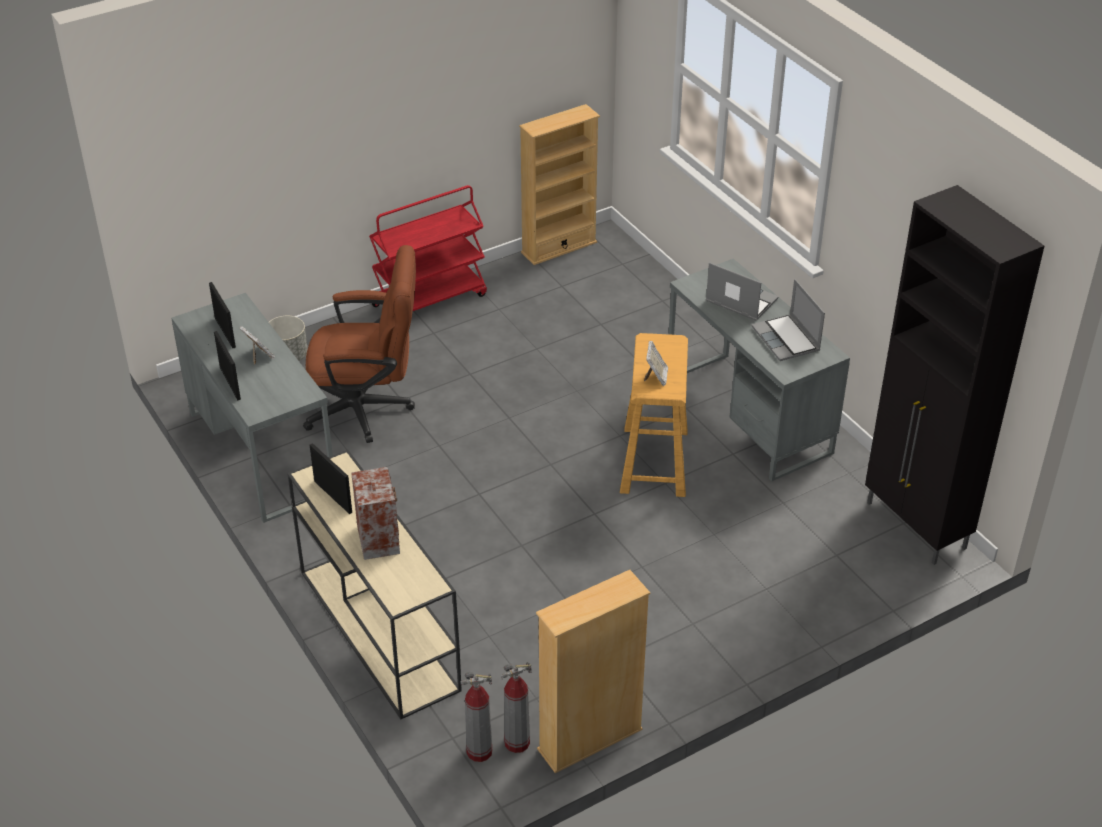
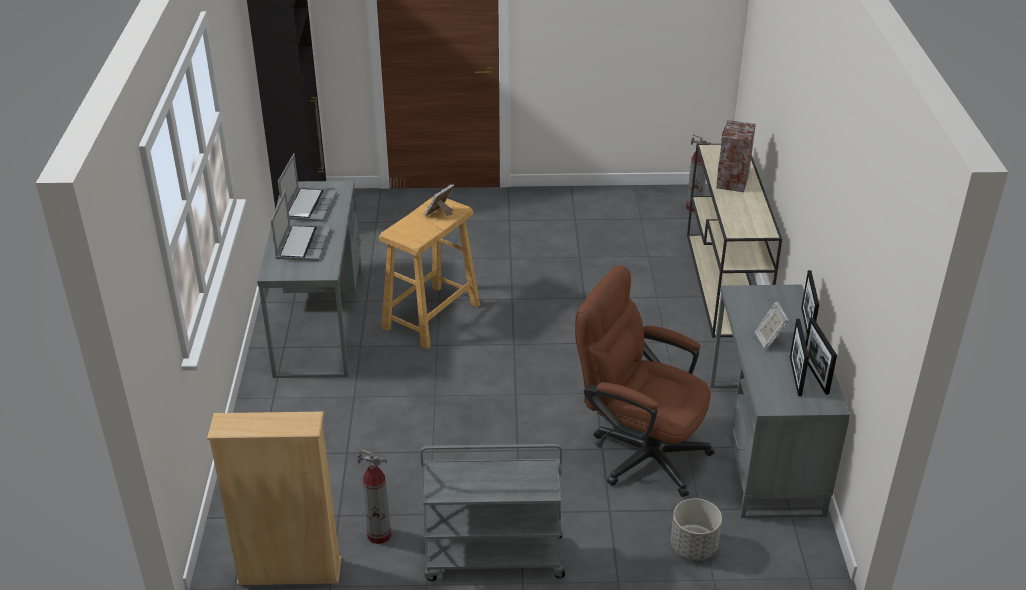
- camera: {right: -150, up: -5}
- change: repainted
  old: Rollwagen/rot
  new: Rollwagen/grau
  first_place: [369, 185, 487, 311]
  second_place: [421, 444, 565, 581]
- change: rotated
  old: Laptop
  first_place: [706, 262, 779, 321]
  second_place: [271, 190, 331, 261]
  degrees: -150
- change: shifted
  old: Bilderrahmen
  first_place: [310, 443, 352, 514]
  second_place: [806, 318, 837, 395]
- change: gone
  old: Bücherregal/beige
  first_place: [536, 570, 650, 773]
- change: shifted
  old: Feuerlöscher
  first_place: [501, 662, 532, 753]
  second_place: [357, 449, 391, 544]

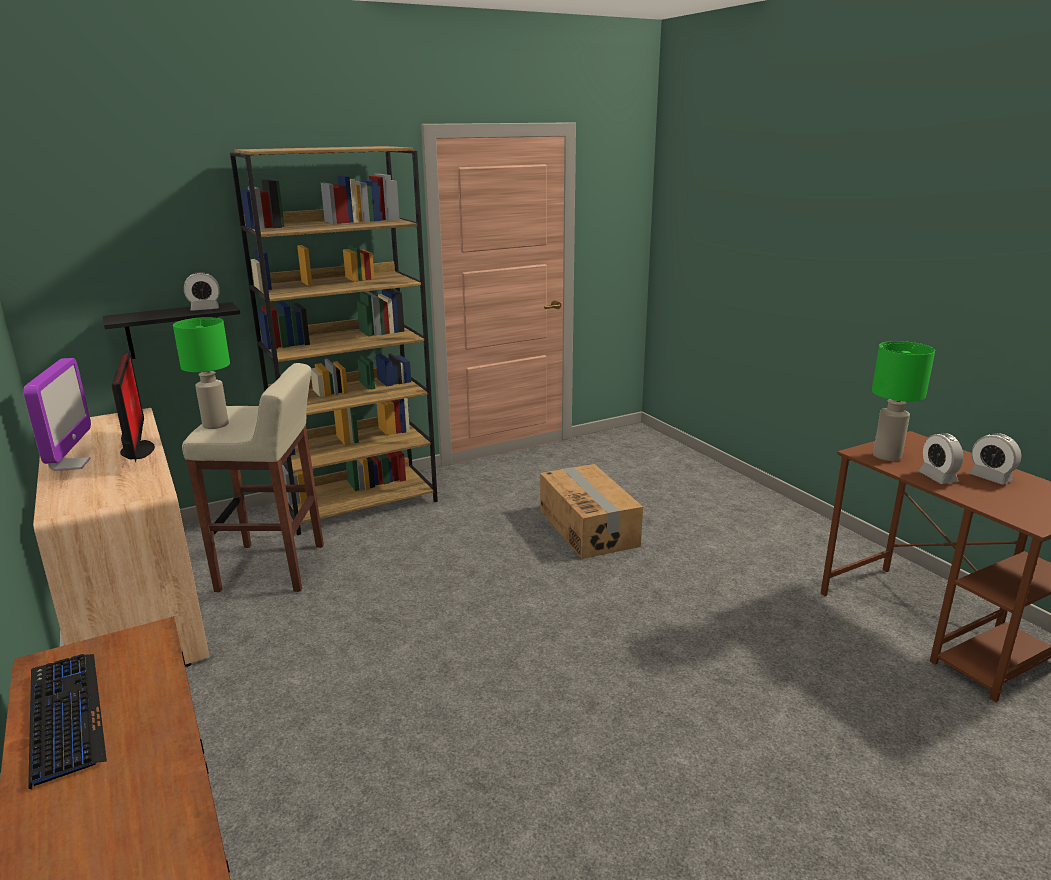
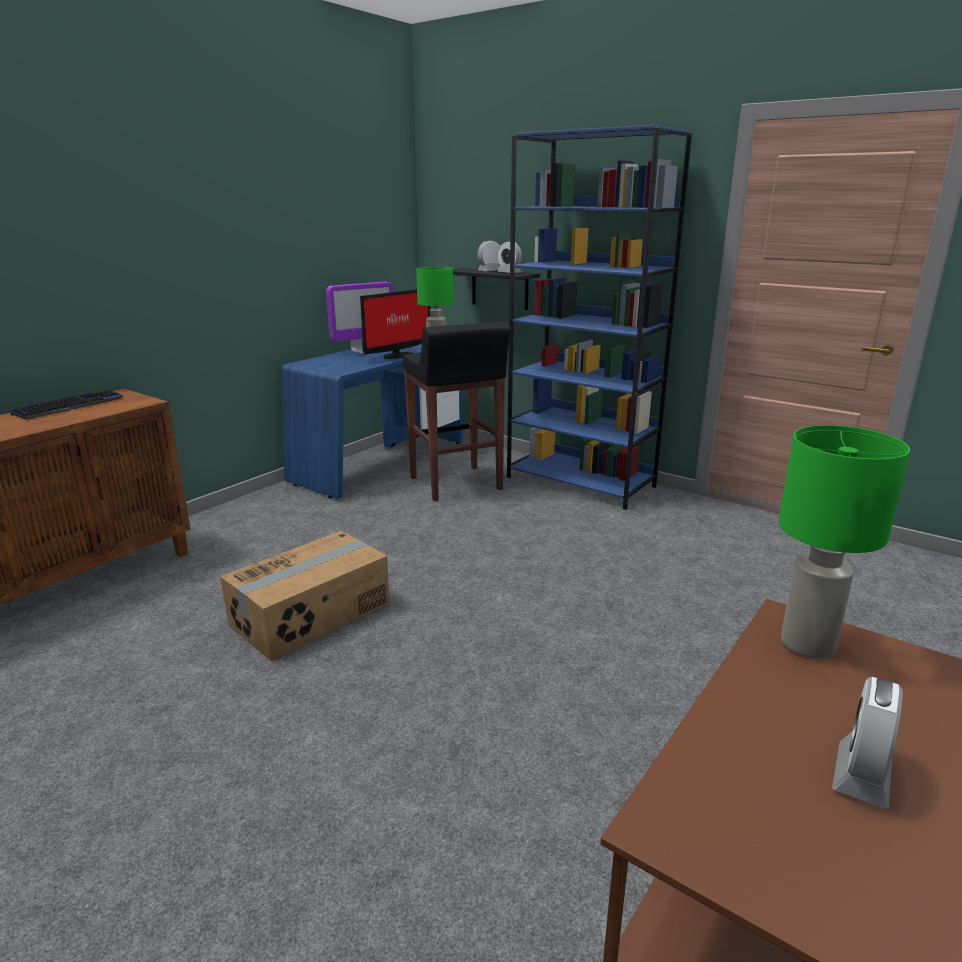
- camera: {right: 65, up: 0}
- change: repainted
  old: Bücherregal/braun
  new: Bücherregal/blau
  first_place: [230, 146, 438, 535]
  second_place: [507, 125, 692, 510]
- change: repainted
  old: Hocker/beige
  new: Hocker/schwarz
  first_place: [182, 363, 324, 592]
  second_place: [403, 322, 511, 502]
- change: repainted
  old: Schreibtisch/beige
  new: Schreibtisch/blau
  first_place: [33, 408, 210, 667]
  second_place: [282, 344, 463, 499]
- change: shifted
  old: Wecker
  first_place: [918, 433, 963, 484]
  second_place: [477, 240, 500, 271]
- change: shifted
  old: Karton
  first_place: [540, 464, 643, 559]
  second_place: [220, 531, 389, 661]

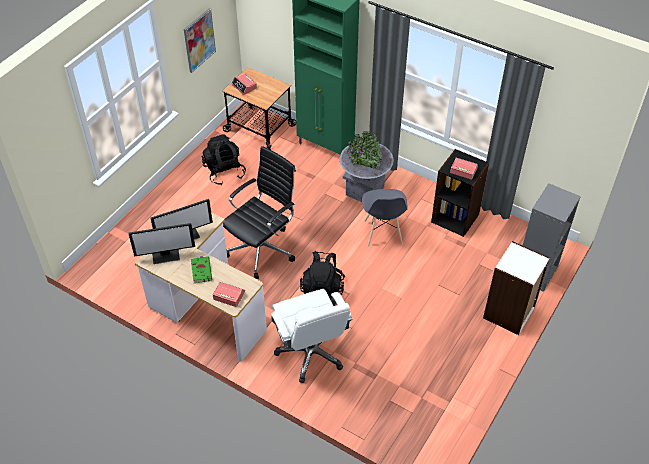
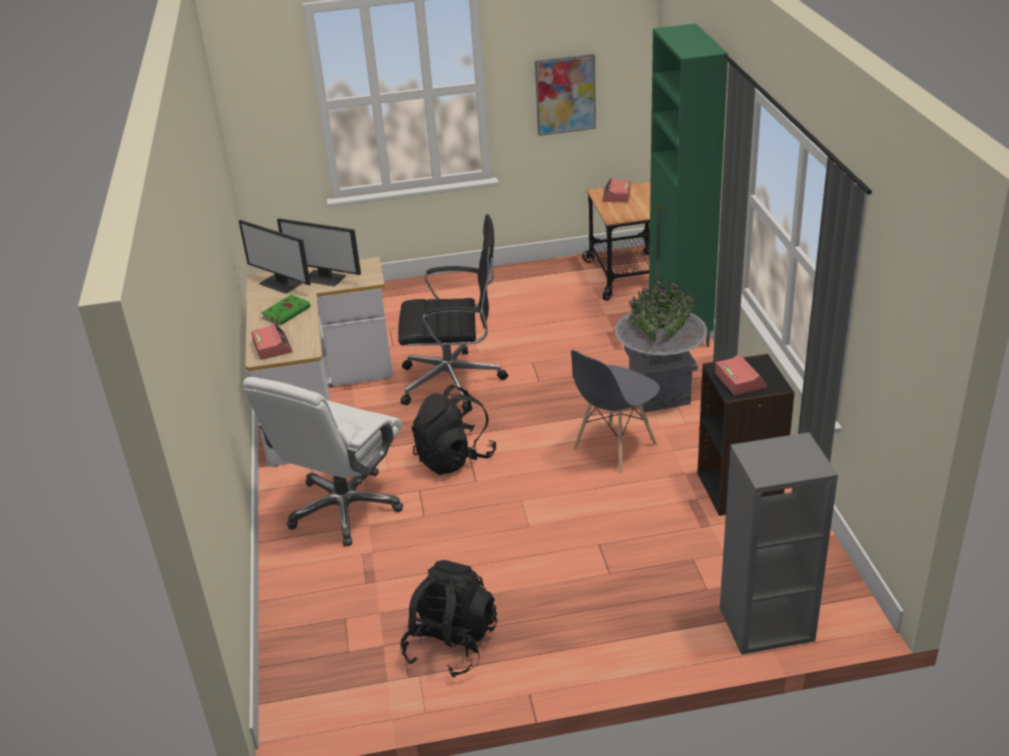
- camera: {right: 50, up: -15}
- change: shifted
  old: Rucksack/schwarz
  first_place: [202, 134, 246, 185]
  second_place: [401, 560, 497, 677]
- change: gone
  old: Bücherregal/weiß
  first_place: [483, 241, 550, 335]

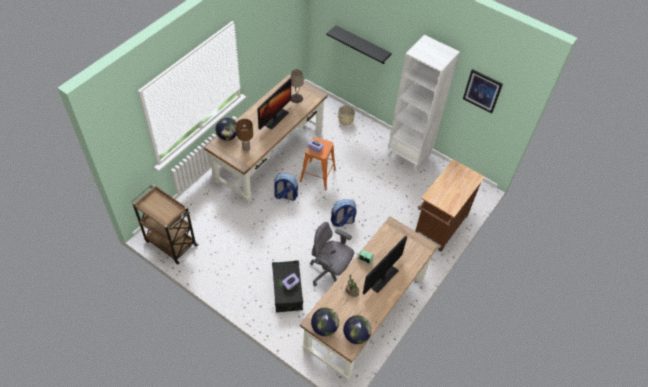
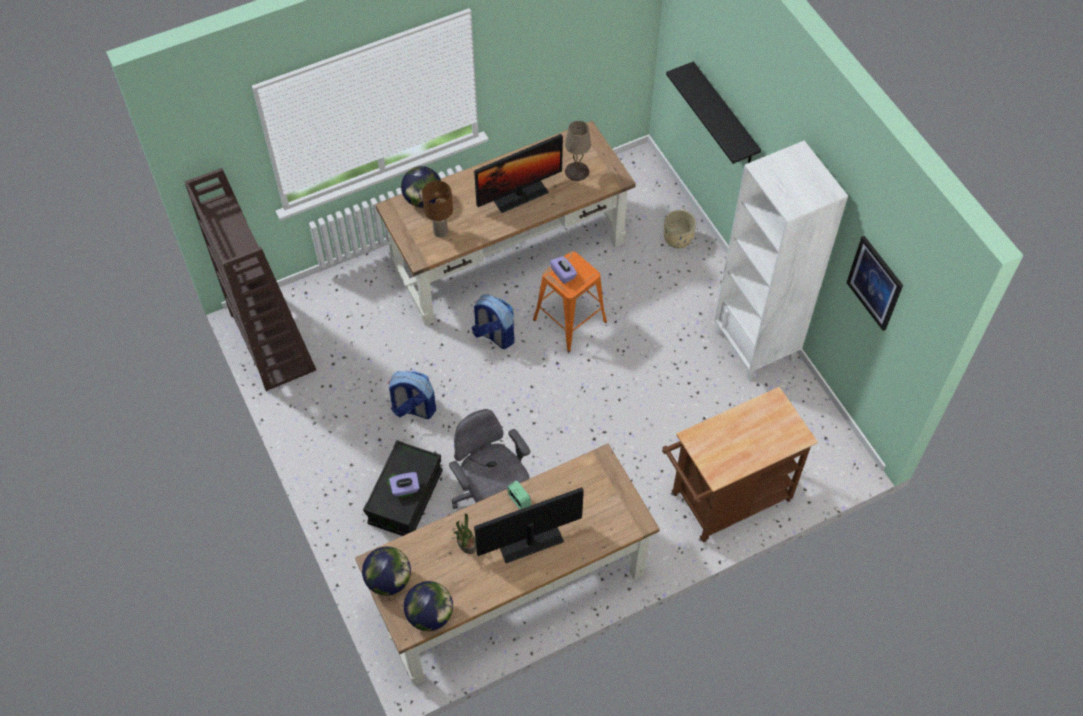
- camera: {right: 30, up: 5}
- change: swapped
  old: Rollwagen/braun
  new: Bücherregal/braun
  first_place: [131, 185, 198, 264]
  second_place: [185, 168, 316, 391]
- change: shifted
  old: Rucksack
  first_place: [331, 199, 357, 227]
  second_place: [387, 371, 436, 419]

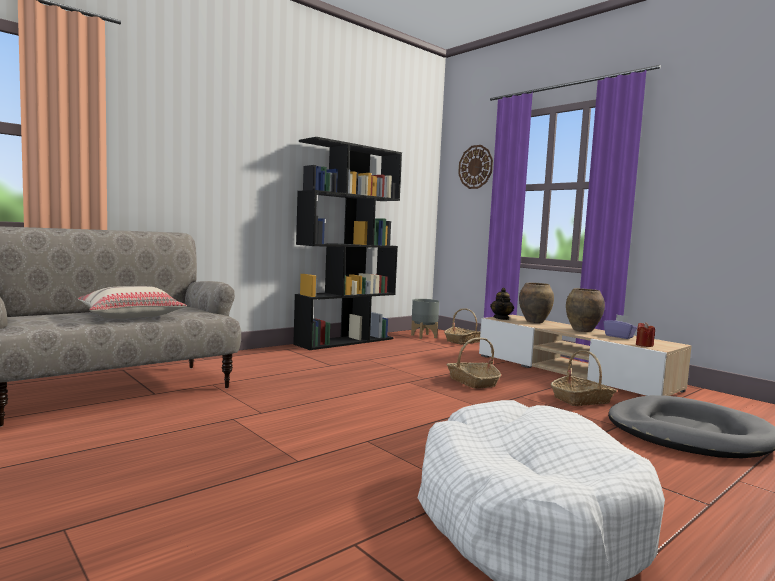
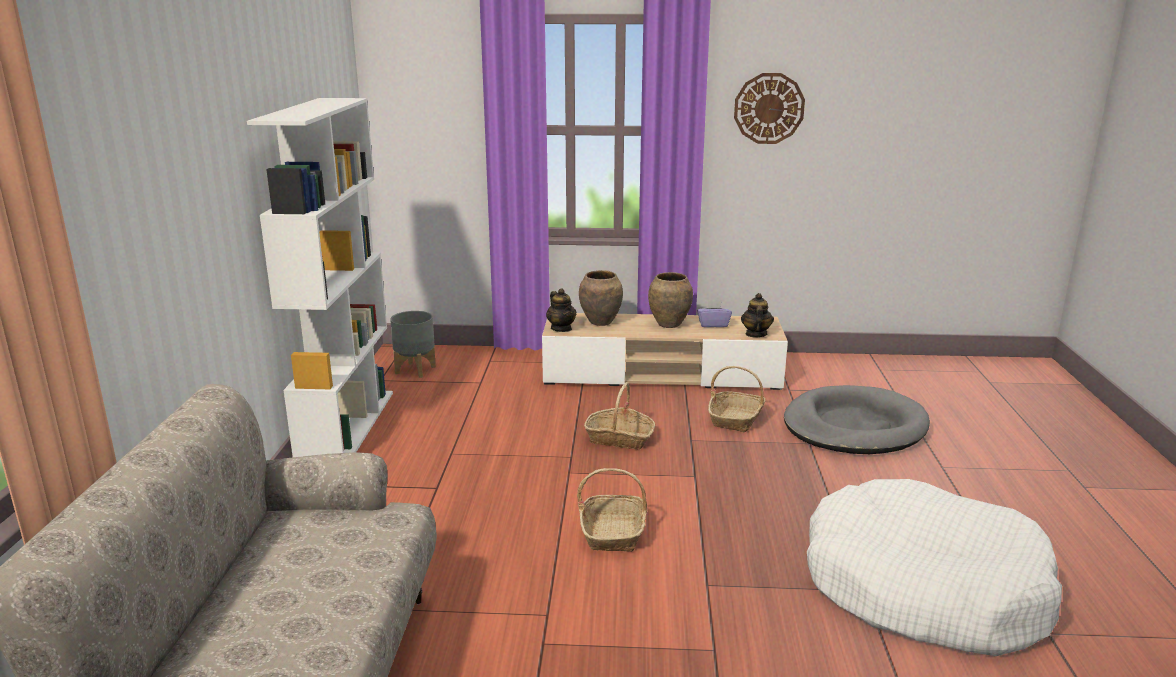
- camera: {right: -45, up: 15}
- change: repainted
  old: Bücherregal/schwarz
  new: Bücherregal/weiß
  first_place: [293, 137, 402, 350]
  second_place: [247, 98, 393, 457]
- change: shifted
  old: Wanduhr
  first_place: [458, 145, 493, 189]
  second_place: [734, 73, 805, 144]
- change: gone
  old: Kissen/beige
  first_place: [78, 286, 187, 318]
- change: shifted
  old: Korb
  first_place: [444, 308, 480, 345]
  second_place: [577, 468, 647, 552]
- change: swapped
  old: Kerze/rot
  new: Teekanne
  first_place: [636, 322, 655, 347]
  second_place: [741, 293, 774, 337]

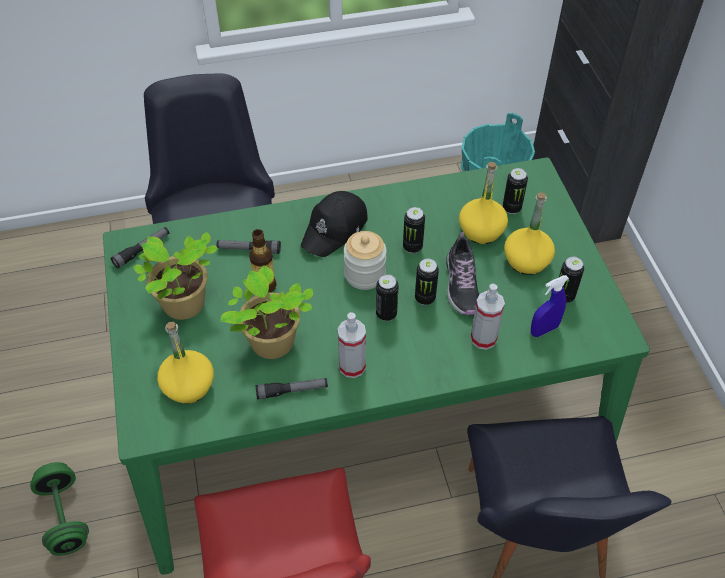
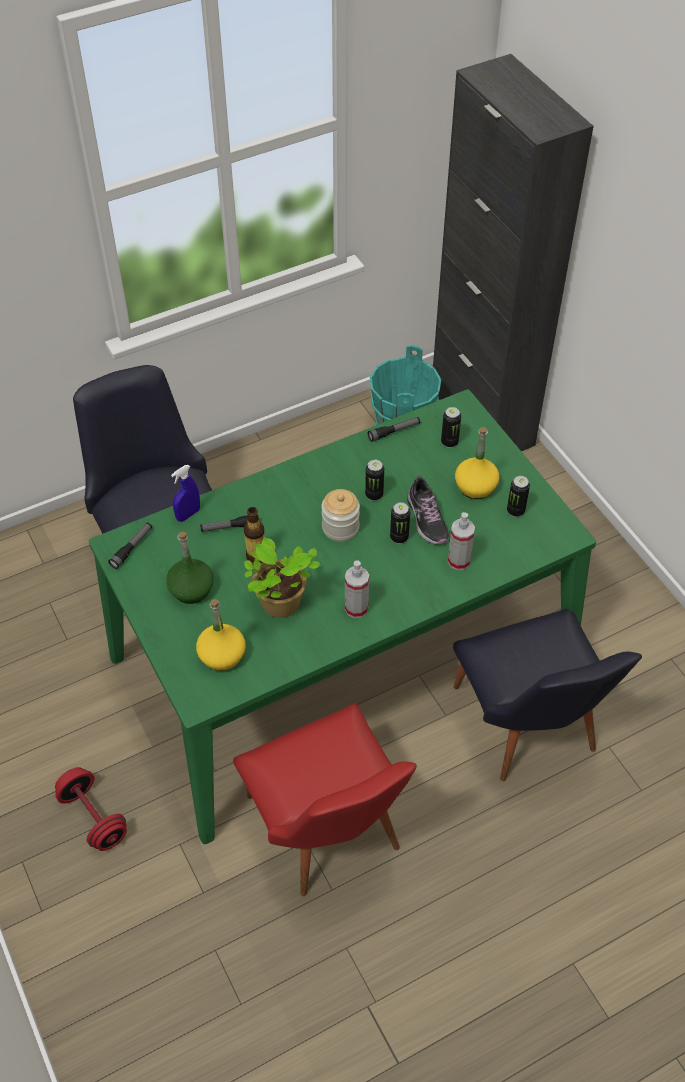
- camera: {right: -15, up: 0}
- change: gone
  old: Flasche/gelb
  first_place: [459, 162, 508, 244]
- change: gone
  old: Kappe/schwarz
  first_place: [301, 191, 368, 257]
- change: swapped
  old: Topfpflanze
  new: Flasche/grün
  first_place: [133, 232, 219, 320]
  second_place: [166, 532, 214, 604]
- change: gone
  old: Dose
  first_place: [376, 274, 399, 321]
- change: shifted
  old: Sprühflasche/blau
  first_place: [531, 275, 569, 337]
  second_place: [171, 465, 200, 522]
- change: shifted
  old: Taschenlampe
  first_place: [255, 378, 328, 400]
  second_place: [368, 417, 420, 442]
- change: repainted
  old: Hantel/grün
  new: Hantel/rot
  first_place: [30, 462, 89, 556]
  second_place: [55, 767, 127, 851]

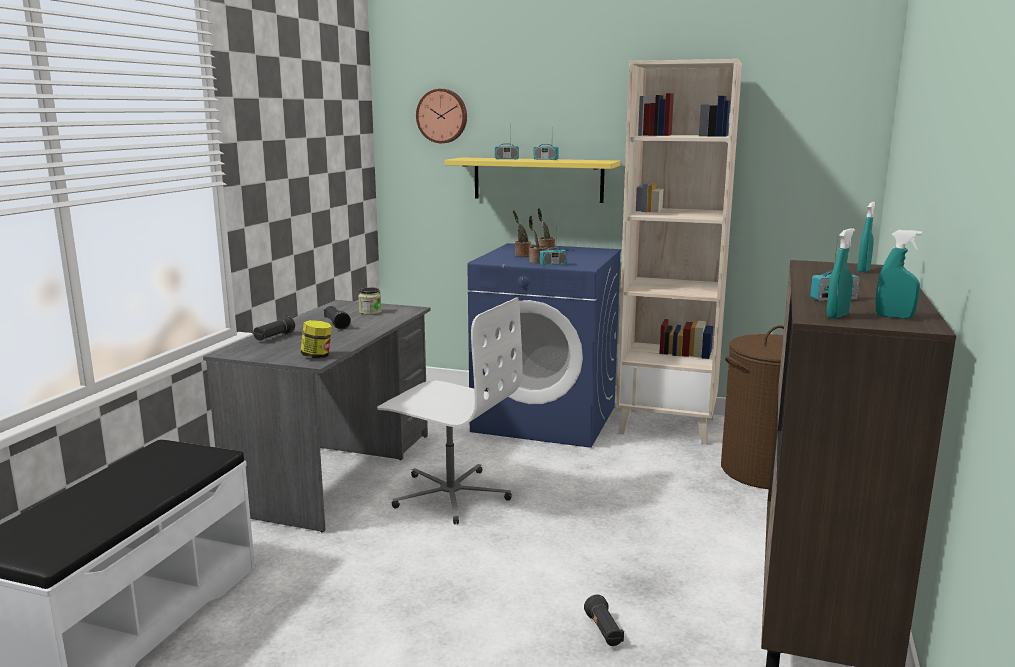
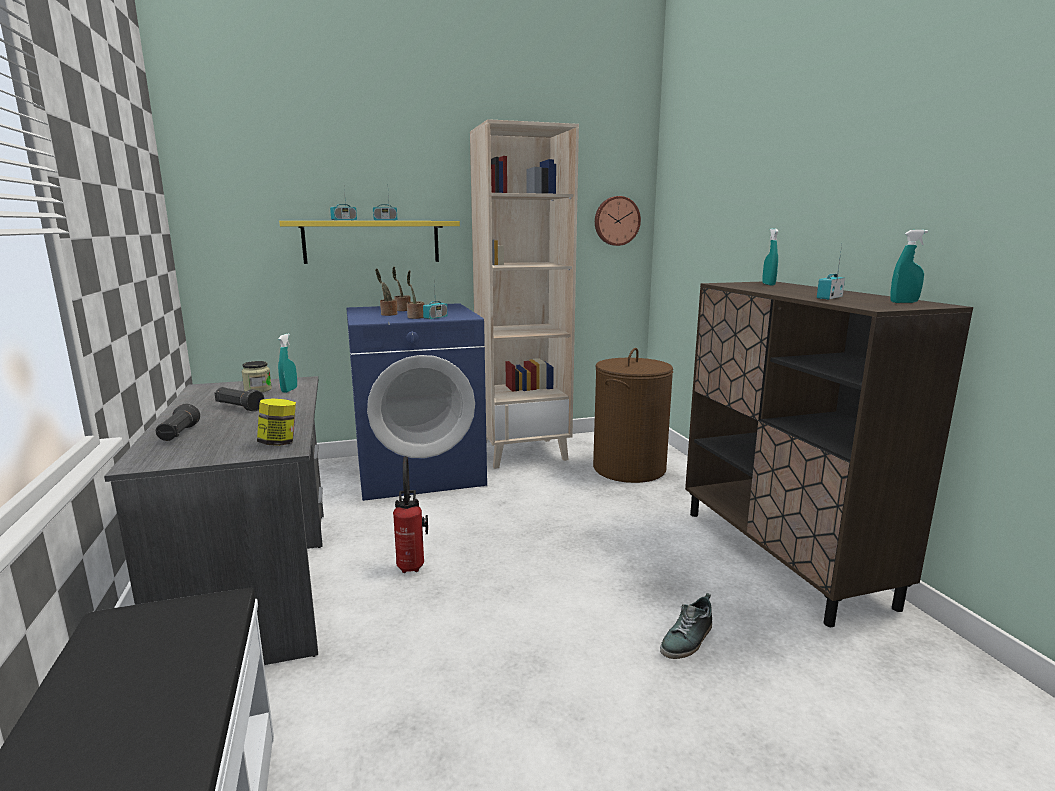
- camera: {right: -35, up: 0}
- change: shifted
  old: Wanduhr
  first_place: [416, 89, 467, 143]
  second_place: [595, 196, 641, 246]
- change: shifted
  old: Sprühflasche/türkis
  first_place: [827, 228, 855, 319]
  second_place: [278, 334, 297, 393]
- change: swapped
  old: Bürostuhl/weiß
  new: Feuerlöscher
  first_place: [377, 297, 523, 524]
  second_place: [393, 456, 428, 573]
- change: swapped
  old: Taschenlampe/schwarz
  new: Schuh
  first_place: [584, 595, 624, 646]
  second_place: [660, 593, 712, 659]

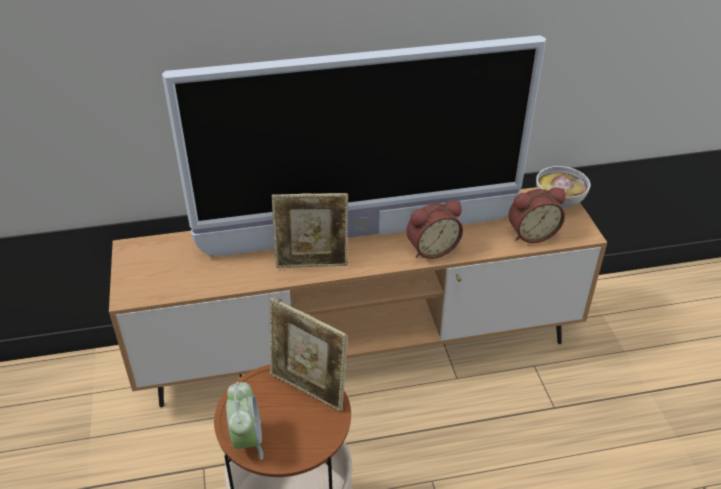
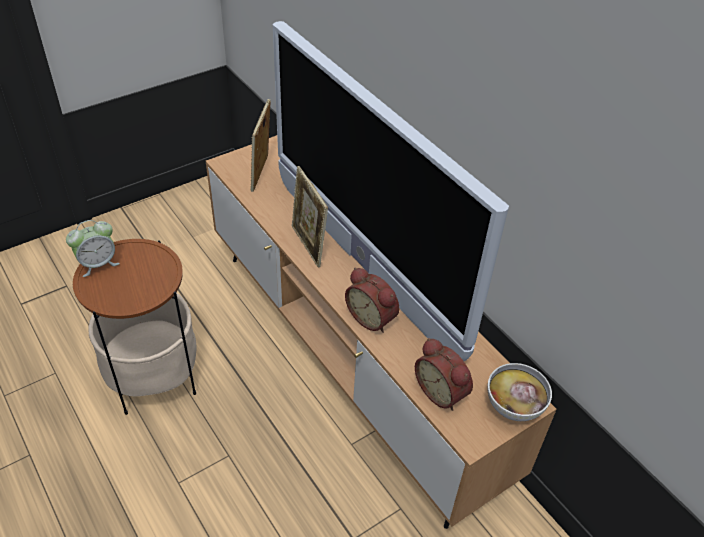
- camera: {right: 65, up: 5}
- change: shifted
  old: Bilderrahmen
  first_place: [270, 298, 348, 412]
  second_place: [250, 99, 271, 192]

